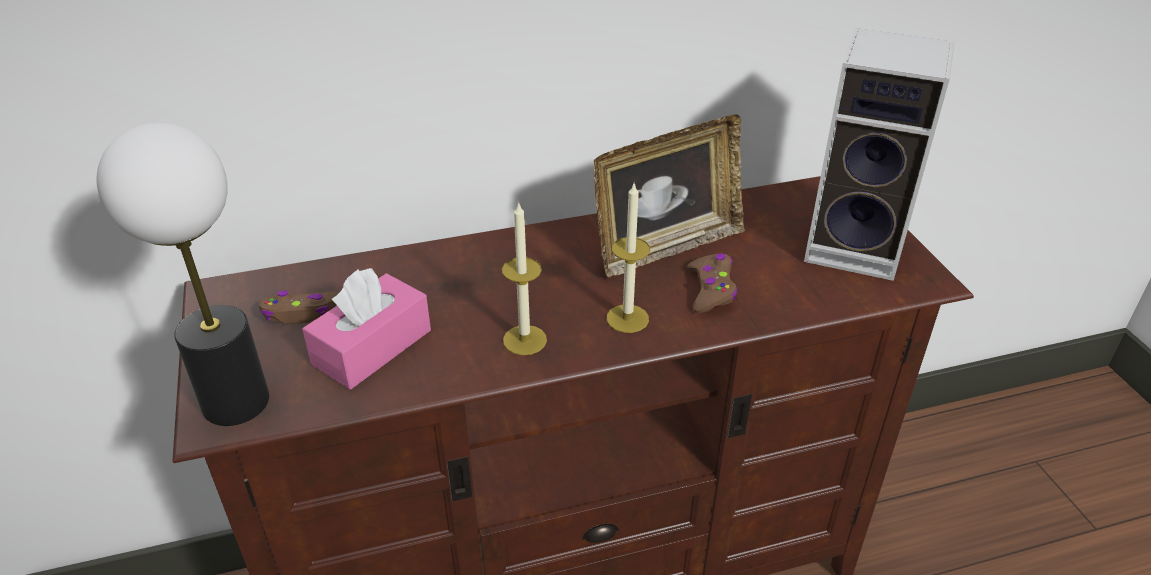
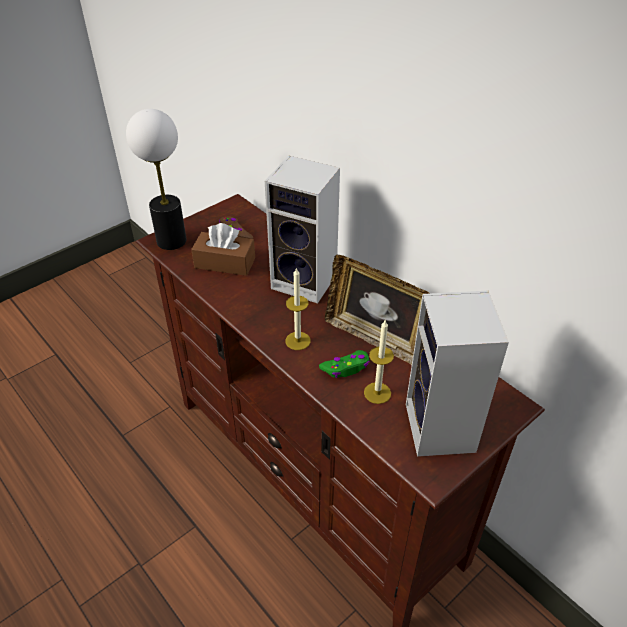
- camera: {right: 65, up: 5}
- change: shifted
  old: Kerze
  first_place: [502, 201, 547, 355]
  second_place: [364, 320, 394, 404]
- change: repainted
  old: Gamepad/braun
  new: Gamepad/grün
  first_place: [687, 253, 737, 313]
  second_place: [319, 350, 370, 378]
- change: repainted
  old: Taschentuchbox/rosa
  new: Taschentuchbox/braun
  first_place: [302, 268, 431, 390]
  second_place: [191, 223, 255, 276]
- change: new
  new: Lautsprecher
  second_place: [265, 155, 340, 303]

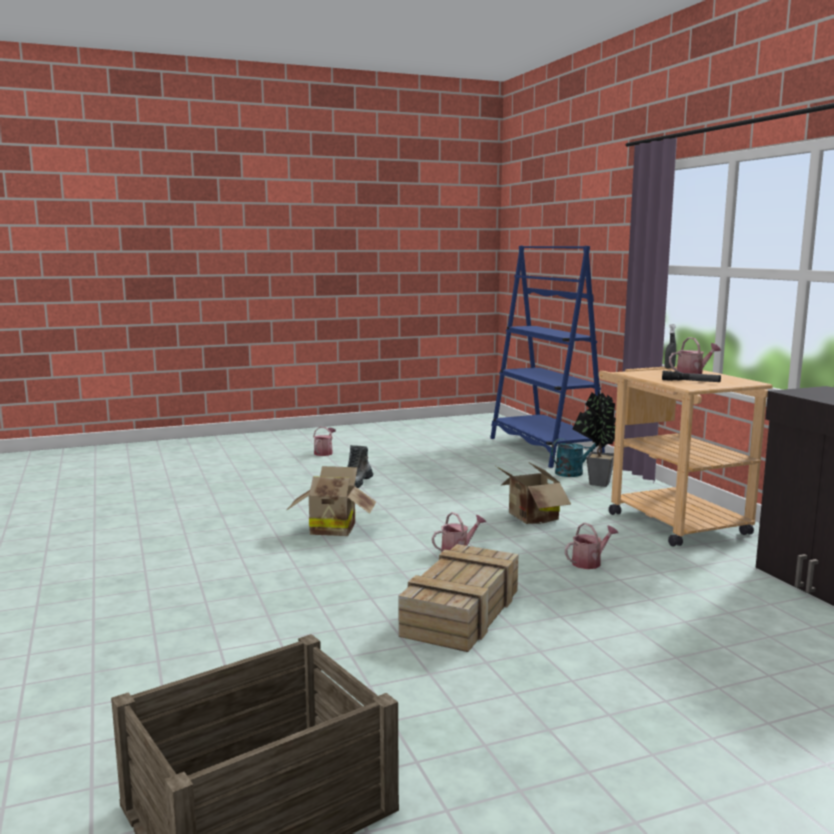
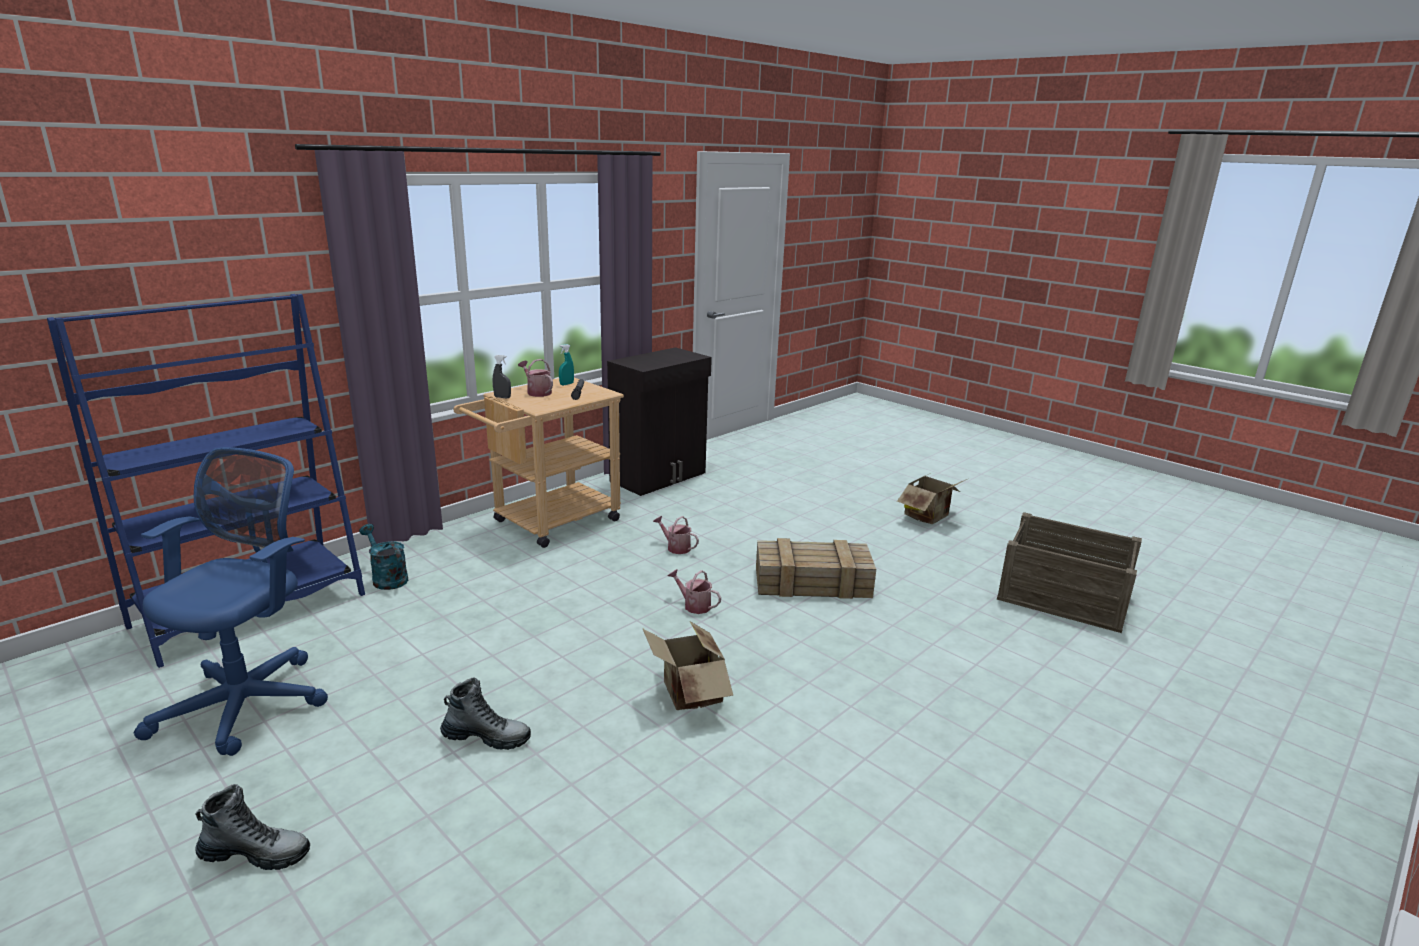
- camera: {right: -115, up: 10}
- change: gone
  old: Topfpflanze
  first_place: [572, 392, 616, 487]
- change: swapped
  old: Gießkanne
  new: Stiefel
  first_place: [313, 427, 336, 456]
  second_place: [195, 784, 310, 870]
- change: shifted
  old: Karton
  first_place: [496, 463, 571, 524]
  second_place: [897, 474, 967, 524]
- change: new
  new: Sprühflasche/türkis
  second_place: [559, 344, 574, 385]
- change: new
  new: Bürostuhl/blau
  second_place: [134, 447, 328, 756]

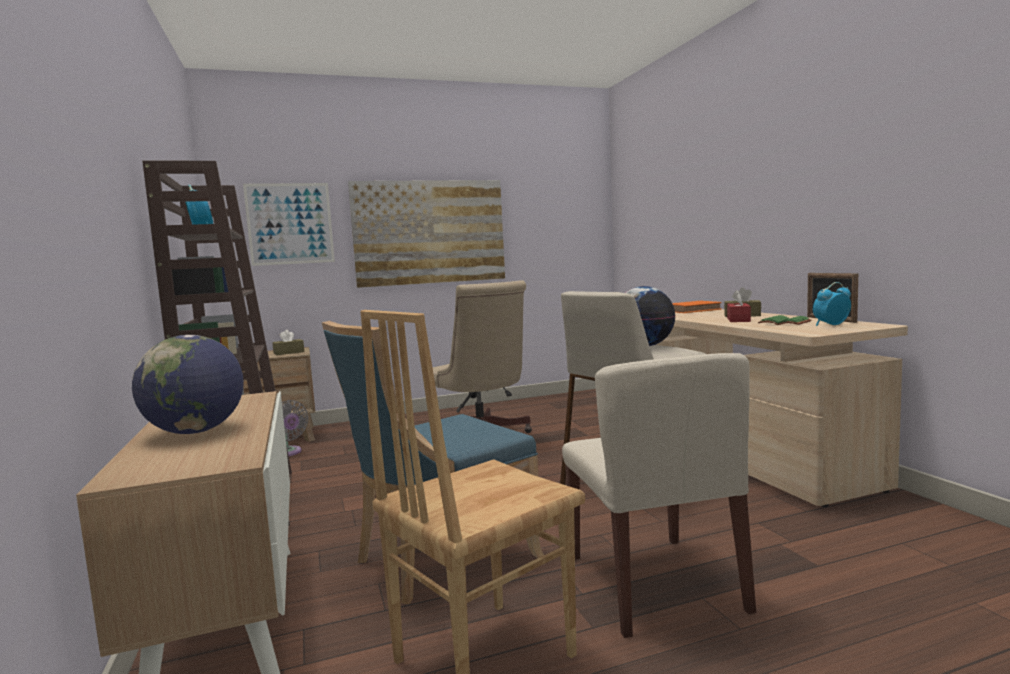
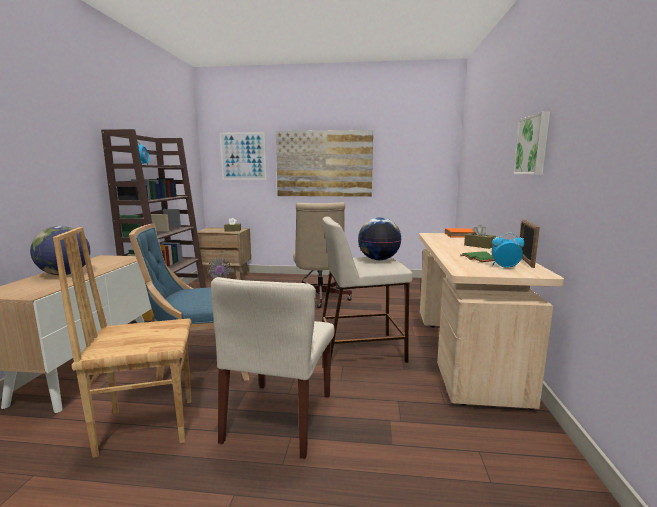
- camera: {right: 25, up: 5}
- change: gone
  old: Taschentuchbox/rot
  first_place: [727, 290, 751, 322]
- change: new
  new: Bild
  second_place: [513, 111, 550, 175]

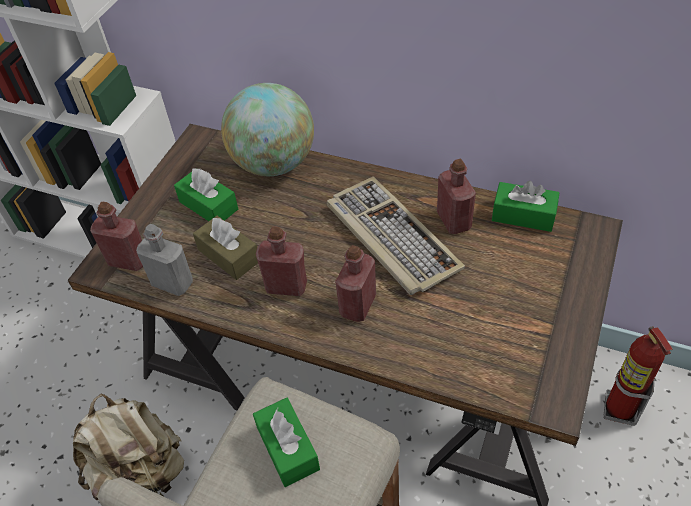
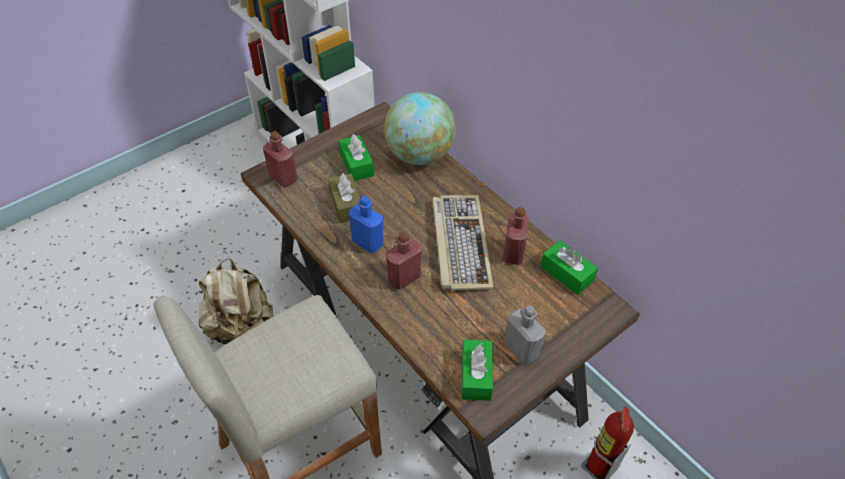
- camera: {right: 25, up: 0}
- change: shifted
  old: Flasche/grau
  first_place: [136, 224, 193, 296]
  second_place: [504, 305, 546, 365]
- change: repainted
  old: Flasche/rot
  new: Flasche/blau
  first_place: [256, 226, 307, 296]
  second_place: [349, 196, 384, 253]
- change: shifted
  old: Taschentuchbox/grün
  first_place: [253, 398, 320, 487]
  second_place: [461, 339, 493, 401]

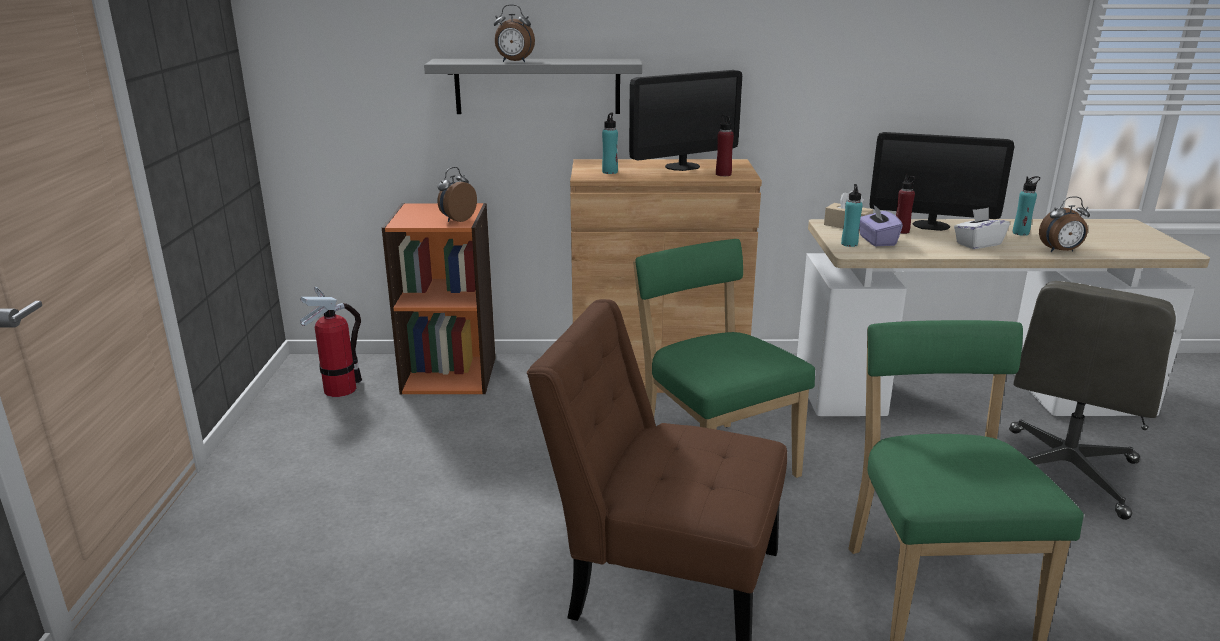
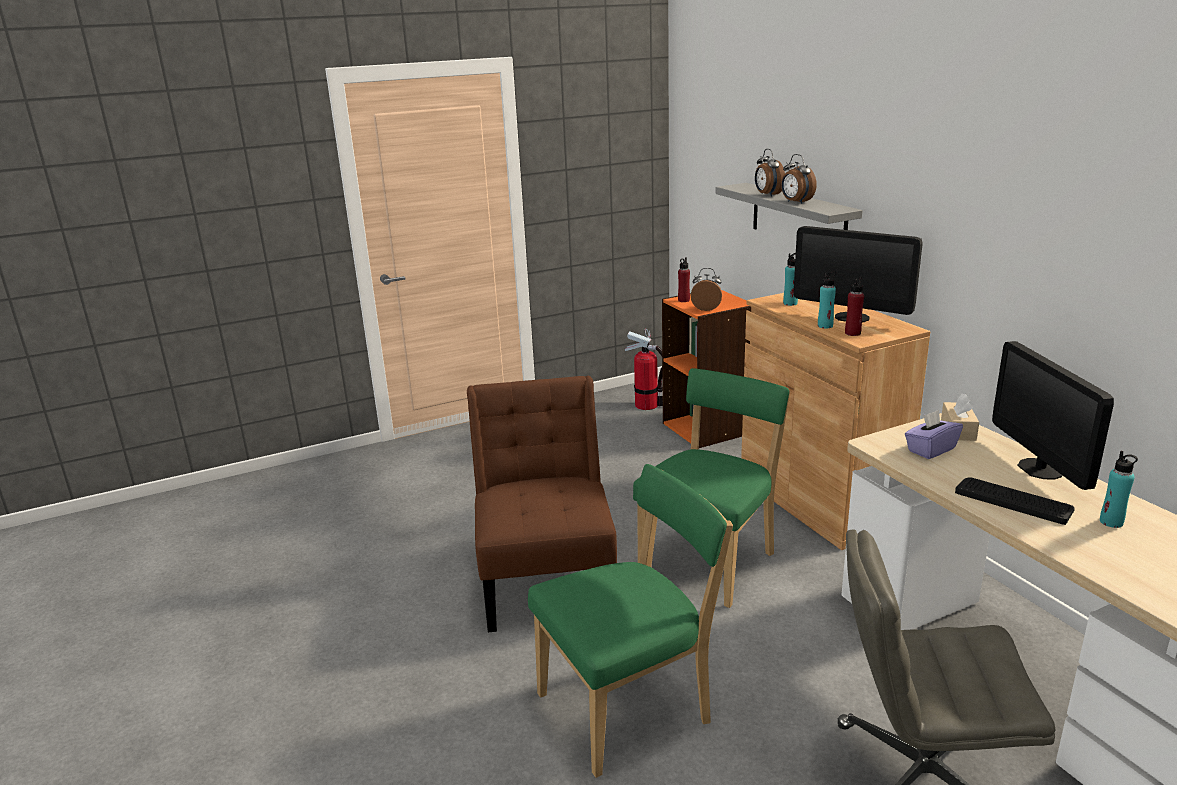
- camera: {right: 65, up: 0}
- change: shifted
  old: Flasche/rot
  first_place: [896, 174, 915, 234]
  second_place: [678, 257, 690, 302]
- change: shifted
  old: Flasche/türkis
  first_place: [841, 184, 863, 247]
  second_place: [818, 271, 836, 329]
- change: shifted
  old: Wecker
  first_place: [1039, 196, 1090, 252]
  second_place: [781, 154, 817, 204]
- change: swapped
  old: Taschentuchbox/weiß
  new: Tastatur
  first_place: [954, 207, 1010, 249]
  second_place: [955, 477, 1075, 525]

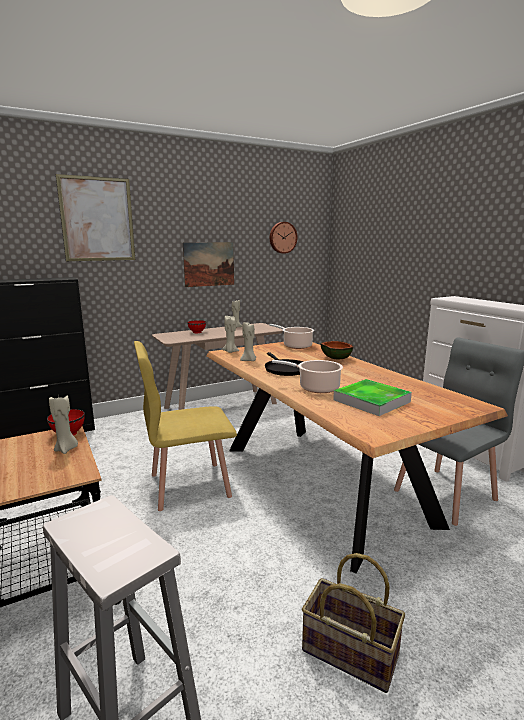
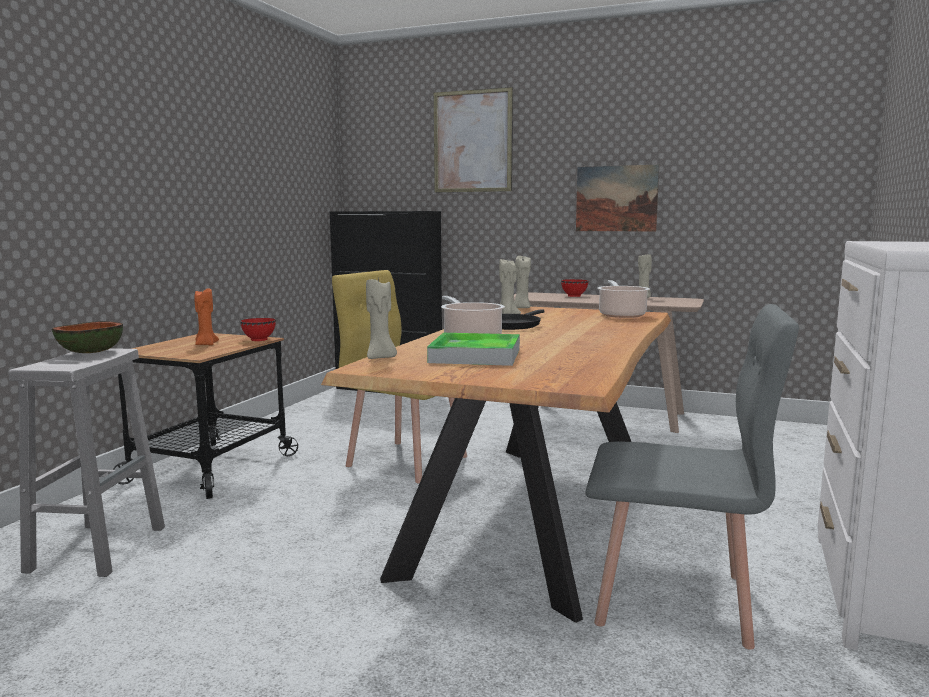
- camera: {right: 50, up: -5}
- change: gone
  old: Wanduhr
  first_place: [270, 222, 298, 254]
- change: shifted
  old: Schüssel
  first_place: [321, 341, 353, 359]
  second_place: [52, 321, 123, 353]
- change: shifted
  old: Kerze/beige
  first_place: [49, 395, 78, 454]
  second_place: [366, 278, 397, 359]
- change: gone
  old: Korb
  first_place: [302, 553, 405, 693]
- change: new
  new: Kerze/orange
  second_place: [194, 287, 219, 345]

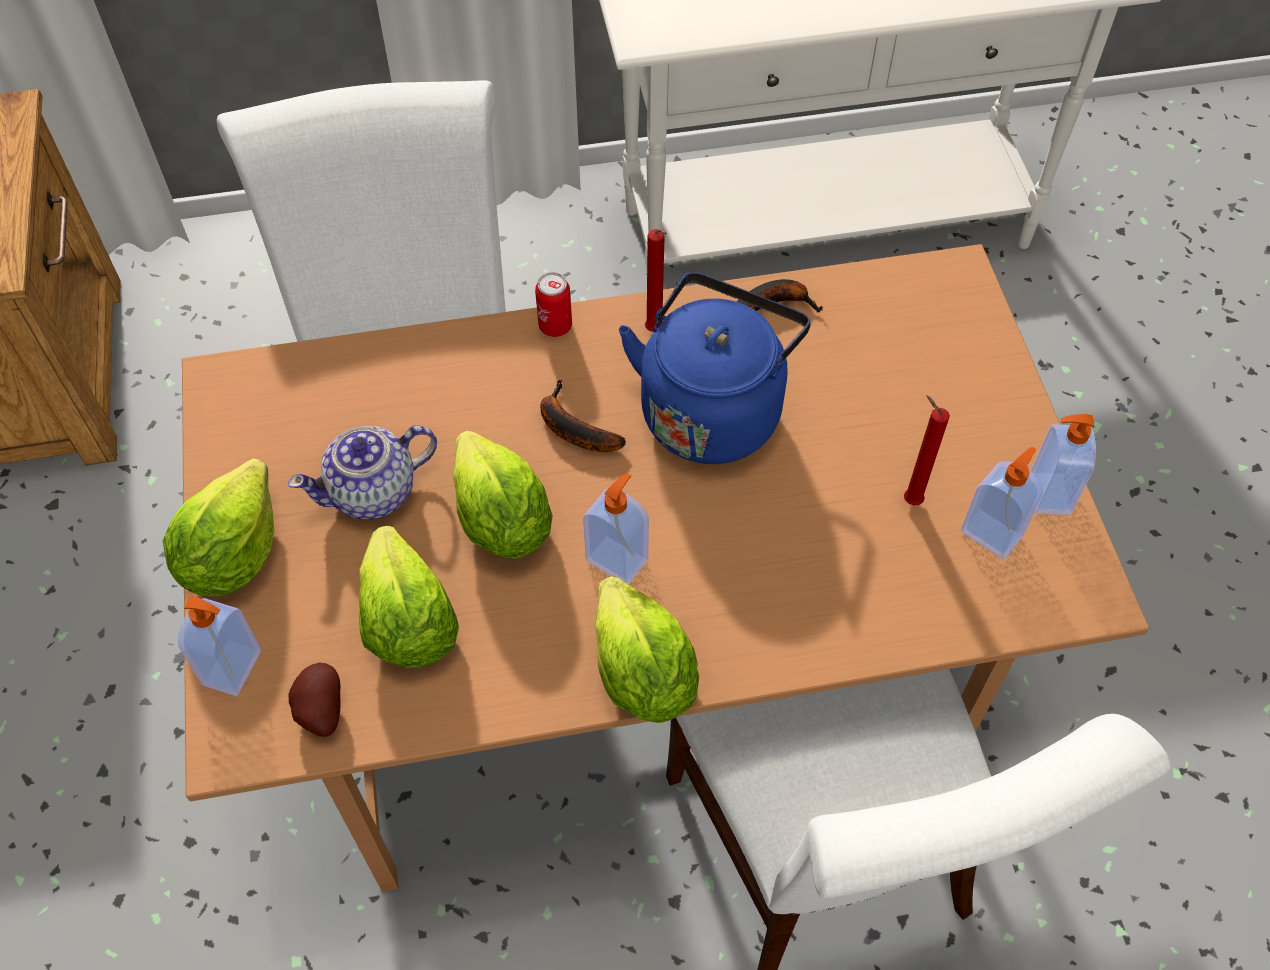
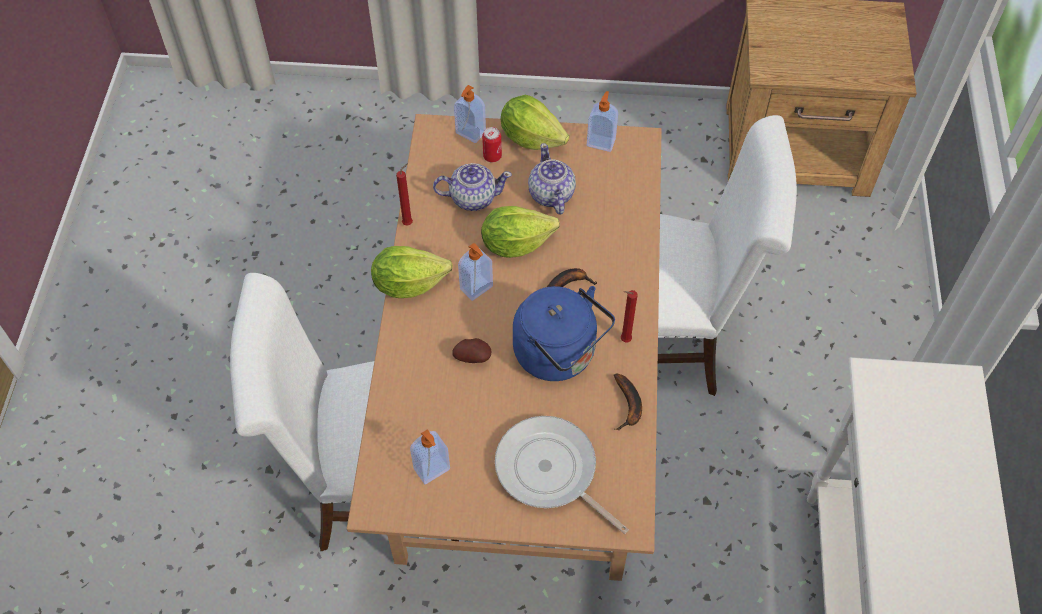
- camera: {right: 105, up: 0}
- change: shifted
  old: Dose
  first_place: [535, 272, 572, 337]
  second_place: [482, 127, 502, 162]
- change: shifted
  old: Kerze/rot
  first_place: [904, 395, 950, 506]
  second_place: [396, 163, 413, 225]
- change: shifted
  old: Seifenspender
  first_place: [1030, 414, 1096, 515]
  second_place: [587, 91, 618, 152]
- change: swapped
  old: Salatkopf
  new: Teekanne
  first_place: [358, 526, 459, 668]
  second_place: [433, 163, 512, 211]
- change: shifted
  old: Kartoffel
  first_place: [288, 663, 341, 737]
  second_place: [452, 338, 492, 363]
- change: new
  new: Pfanne
  second_place: [495, 416, 629, 534]

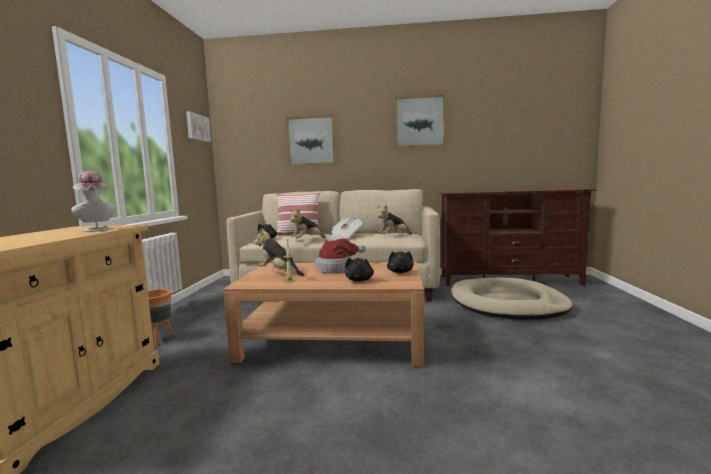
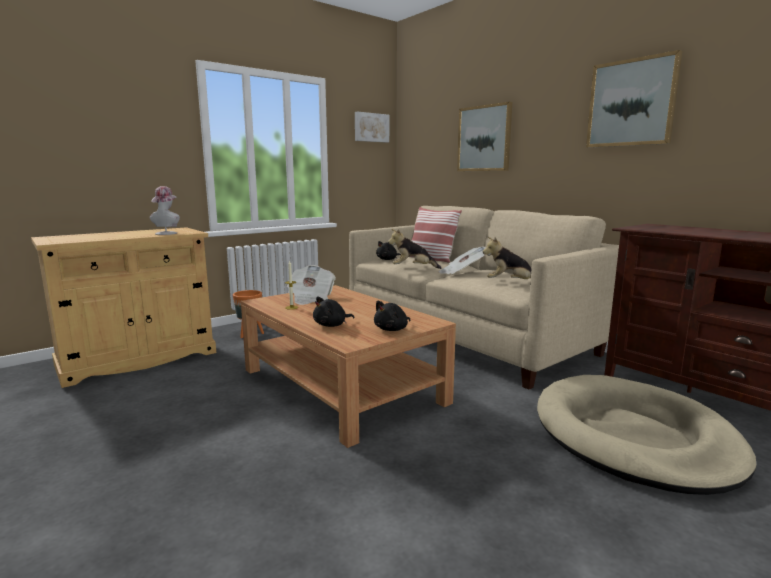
- camera: {right: 45, up: 5}
- change: swapped
  old: Plüschtier
  new: Zeitung
  first_place: [254, 229, 304, 276]
  second_place: [286, 265, 336, 305]
- change: gone
  old: Hut
  first_place: [315, 239, 365, 274]

